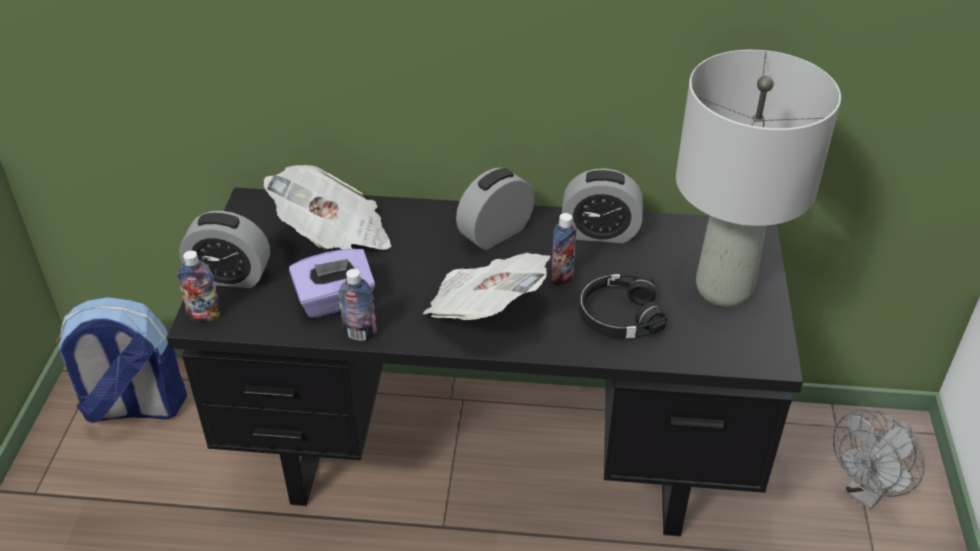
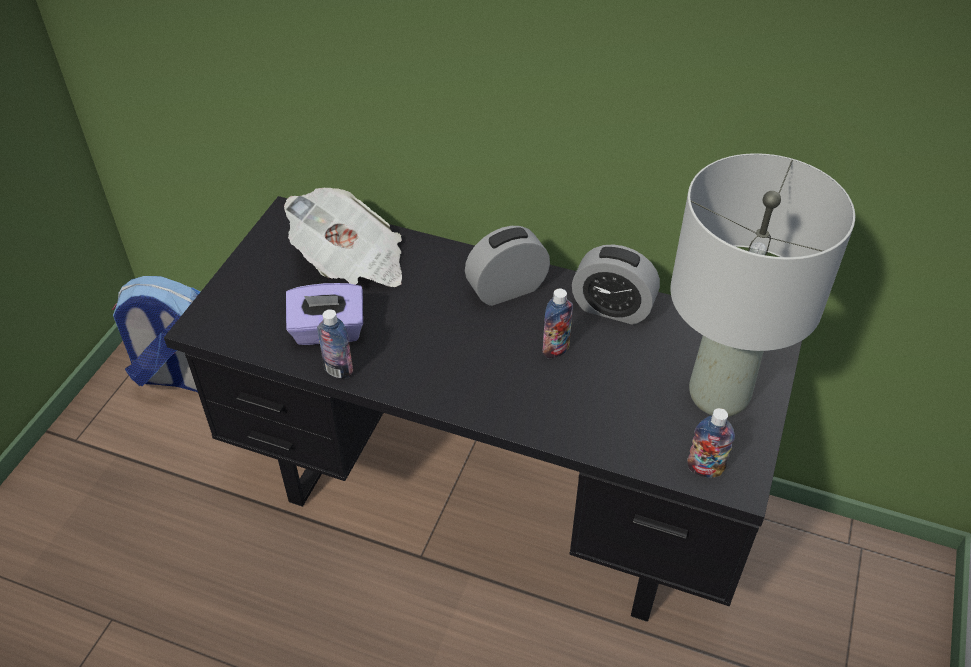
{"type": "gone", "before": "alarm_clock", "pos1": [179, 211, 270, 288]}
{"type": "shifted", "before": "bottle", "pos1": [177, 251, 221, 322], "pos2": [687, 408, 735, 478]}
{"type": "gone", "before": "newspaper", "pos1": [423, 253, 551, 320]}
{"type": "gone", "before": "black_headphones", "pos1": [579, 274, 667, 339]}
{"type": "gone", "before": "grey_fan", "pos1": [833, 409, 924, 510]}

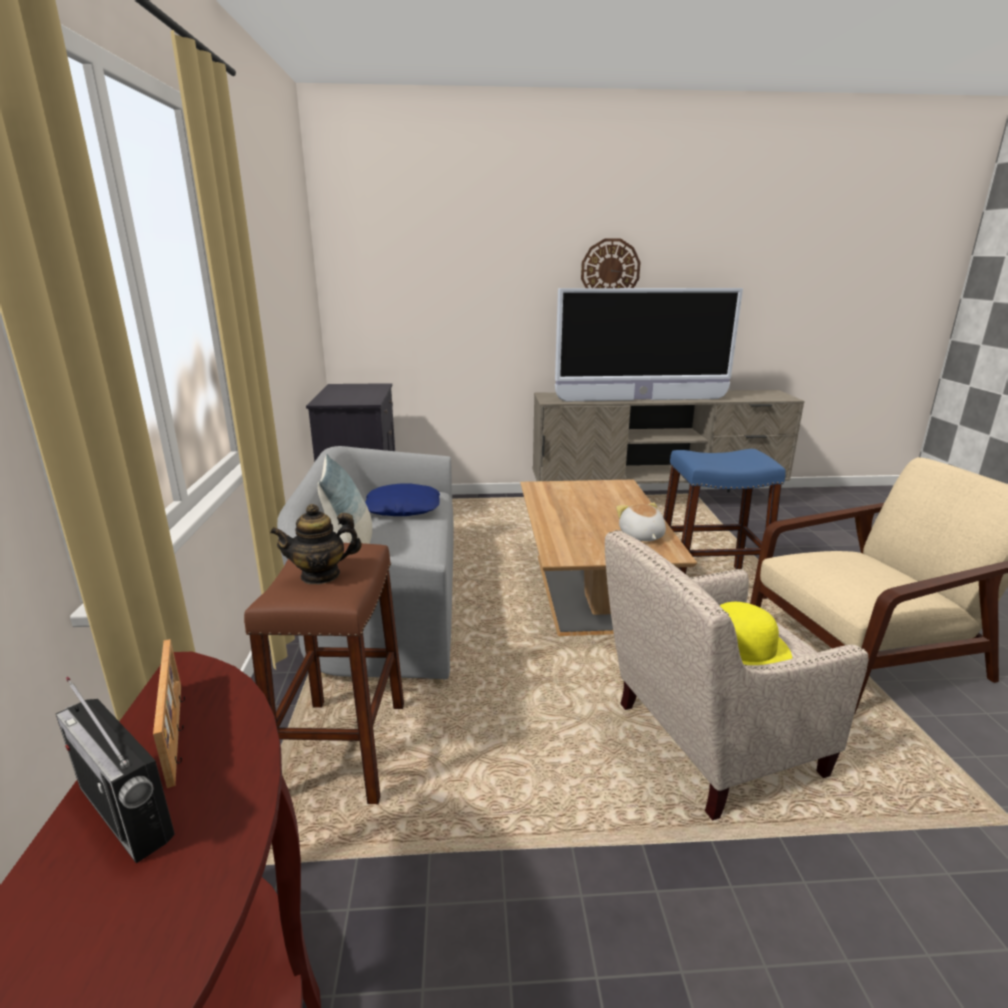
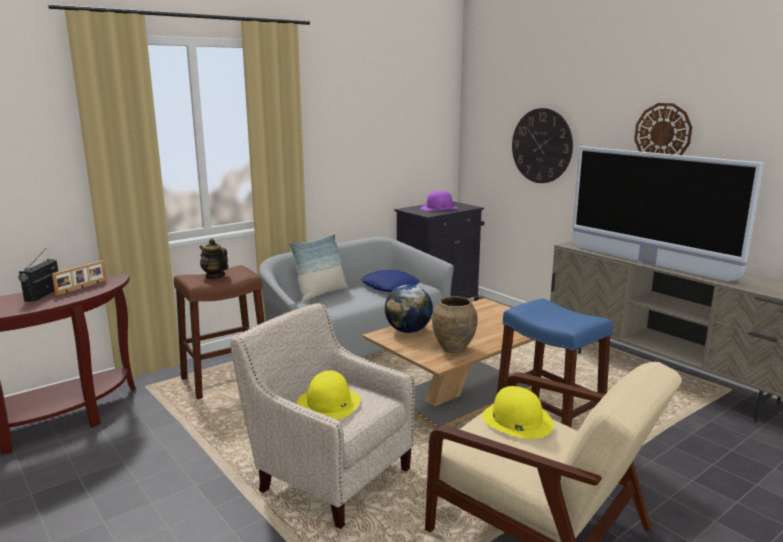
{"type": "swapped", "before": "plush_toy", "after": "brown_vase", "pos1": [616, 503, 666, 541], "pos2": [432, 296, 478, 353]}
{"type": "new", "after": "wall_clock", "pos2": [512, 108, 573, 183]}
{"type": "new", "after": "purple_hat", "pos2": [421, 191, 458, 211]}
{"type": "new", "after": "globe", "pos2": [385, 285, 433, 333]}
{"type": "new", "after": "yellow_hat", "pos2": [482, 386, 553, 439]}

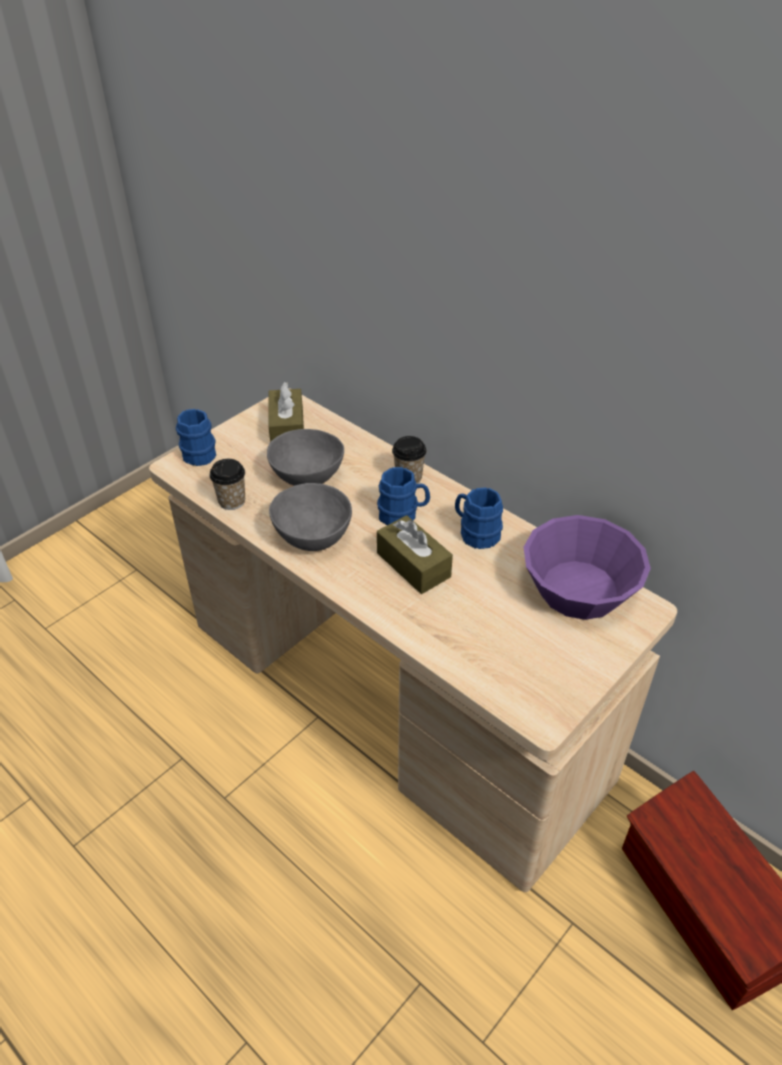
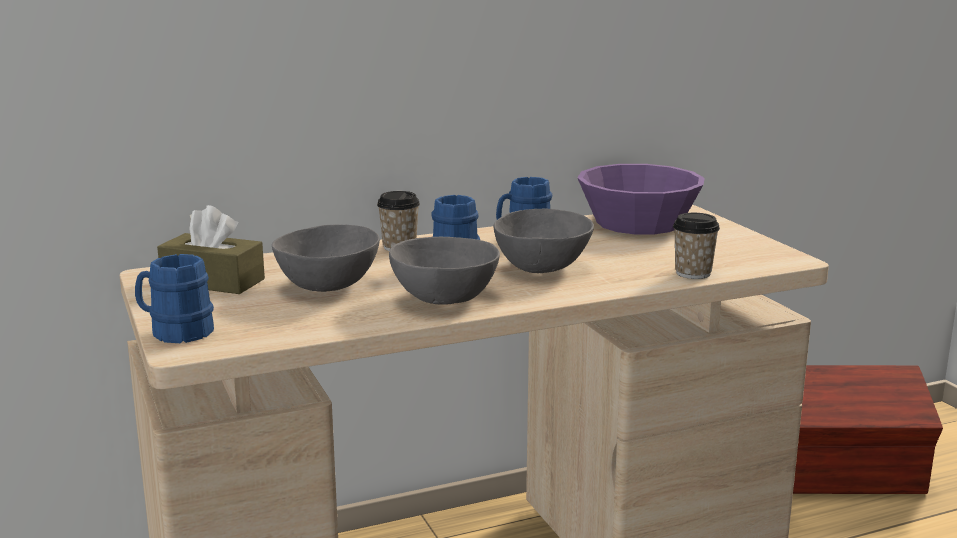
{"type": "shifted", "before": "cup", "pos1": [210, 459, 245, 510], "pos2": [673, 213, 720, 279]}
{"type": "swapped", "before": "brown_tissue_box", "after": "grey_bowl", "pos1": [377, 515, 453, 594], "pos2": [493, 208, 594, 273]}

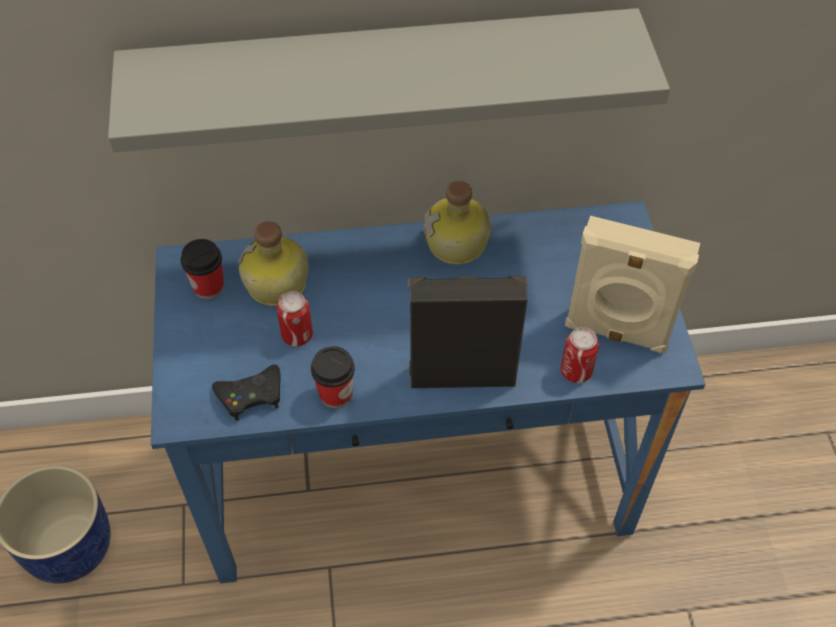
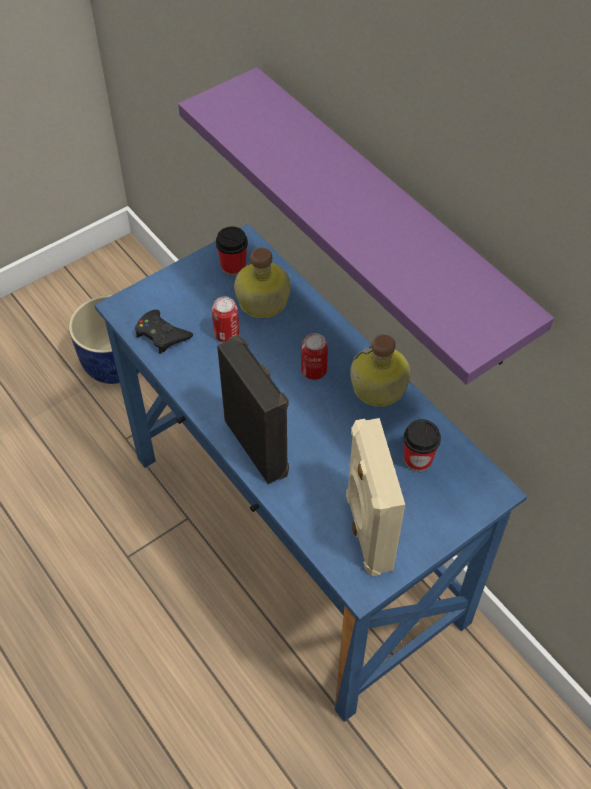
{"type": "repainted", "before": "grey_shelf", "after": "purple_shelf", "pos1": [108, 8, 670, 152], "pos2": [178, 67, 554, 385]}
{"type": "shifted", "before": "can", "pos1": [561, 327, 599, 383], "pos2": [301, 333, 328, 380]}
{"type": "shifted", "before": "cup", "pos1": [311, 346, 355, 409], "pos2": [404, 419, 441, 472]}

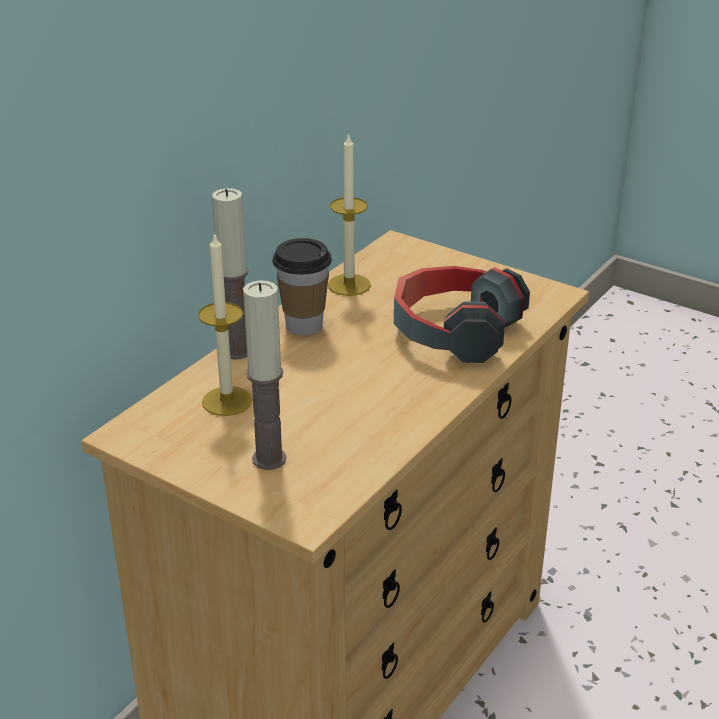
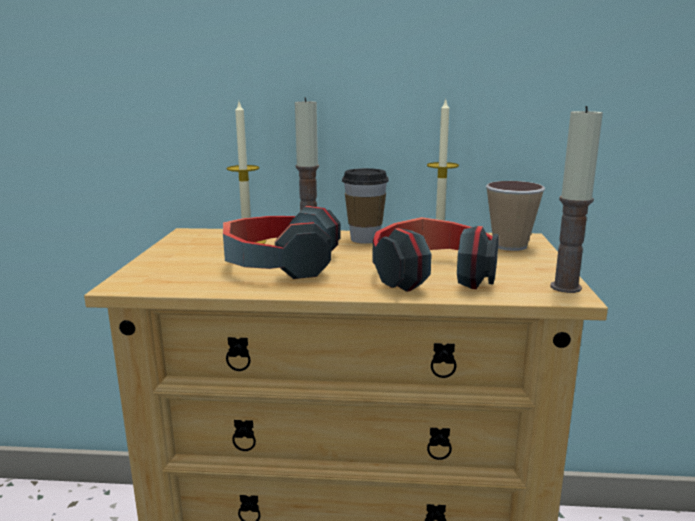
{"type": "shifted", "before": "candle", "pos1": [243, 280, 286, 470], "pos2": [550, 106, 603, 293]}
{"type": "new", "after": "cup", "pos2": [486, 181, 545, 251]}
{"type": "new", "after": "headphones", "pos2": [223, 206, 341, 279]}

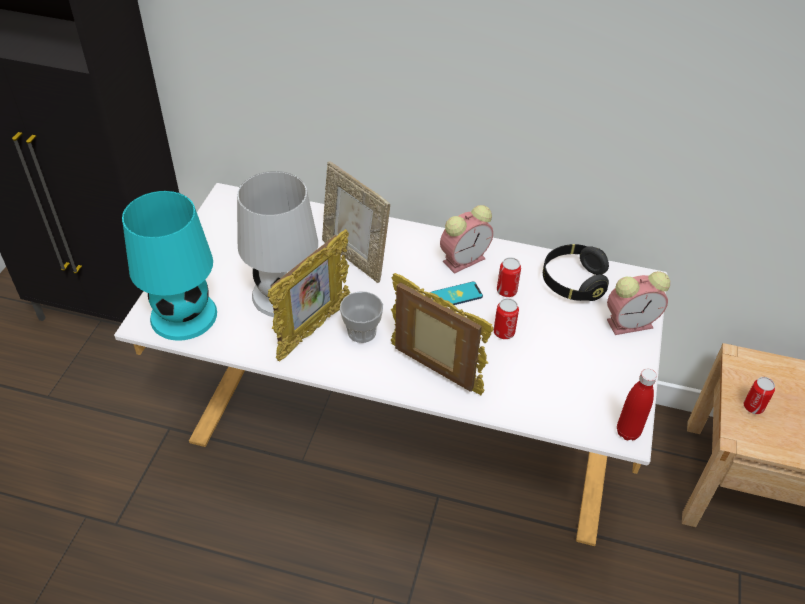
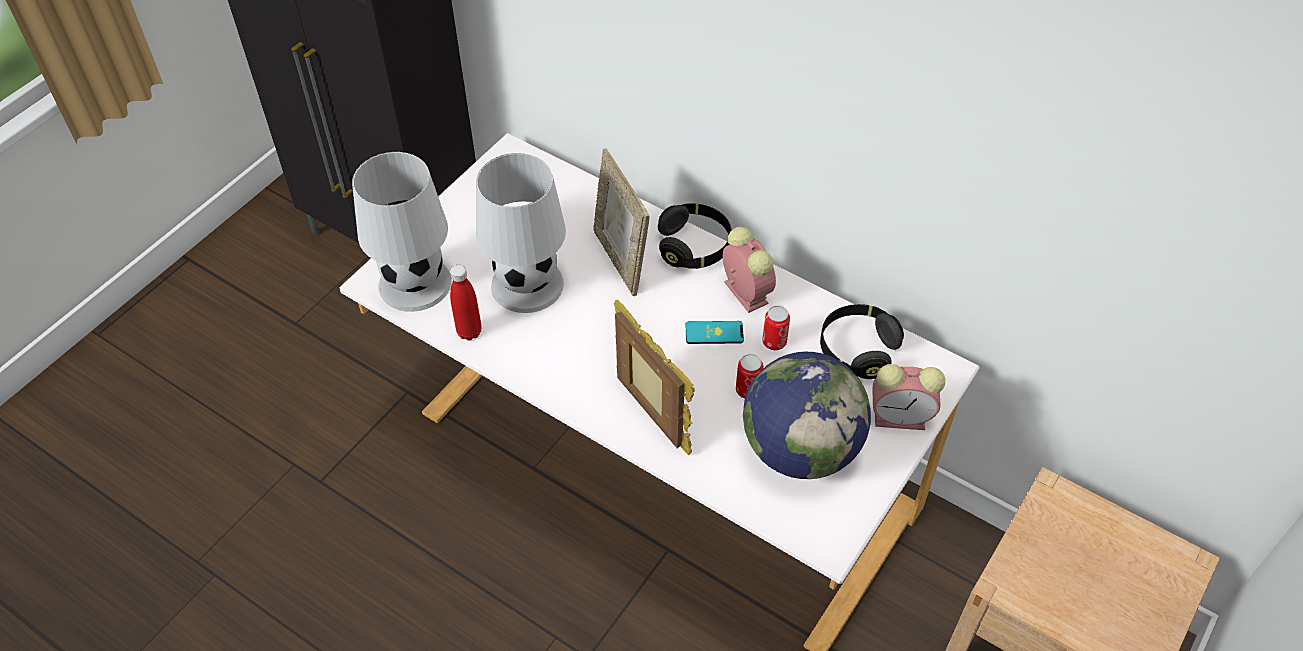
{"type": "repainted", "before": "turquoise_table_lamp", "after": "white_table_lamp", "pos1": [122, 191, 217, 341], "pos2": [352, 152, 452, 312]}
{"type": "rotated", "before": "alarm_clock", "pos1": [440, 205, 493, 274], "pos2": [723, 227, 776, 313], "turn": -105}
{"type": "gone", "before": "picture_frame", "pos1": [268, 229, 350, 361]}
{"type": "gone", "before": "cup", "pos1": [340, 291, 383, 343]}
{"type": "shifted", "before": "red_bottle", "pos1": [617, 369, 657, 440], "pos2": [450, 265, 482, 340]}
{"type": "gone", "before": "can", "pos1": [744, 377, 775, 414]}
{"type": "new", "after": "black_headphones", "pos2": [658, 203, 731, 269]}
{"type": "new", "after": "globe", "pos2": [743, 352, 871, 479]}

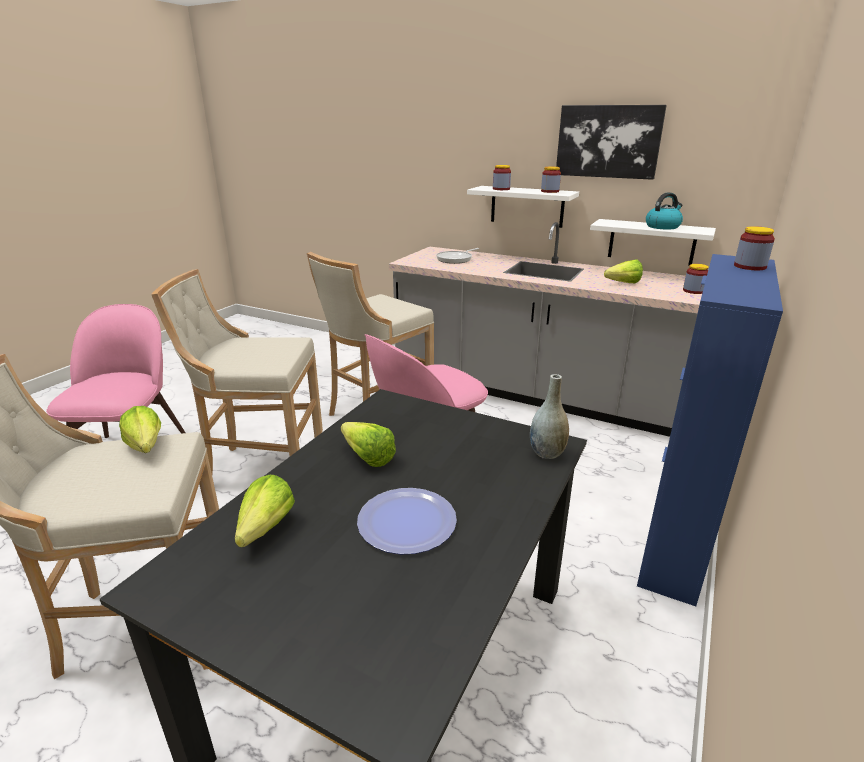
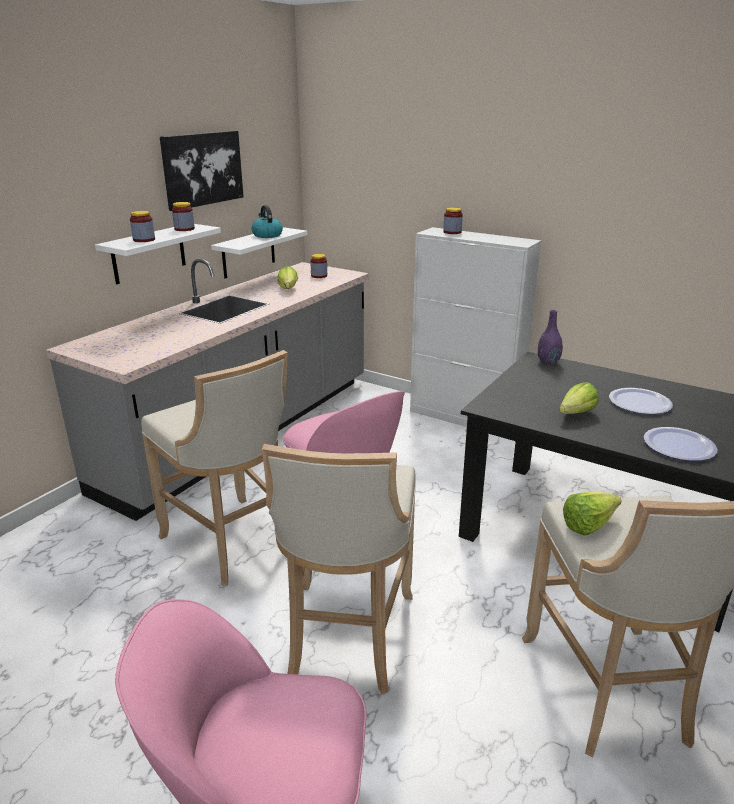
{"type": "gone", "before": "frying_pan", "pos1": [436, 248, 480, 264]}
{"type": "repainted", "before": "blue_cabinet", "after": "white_cabinet", "pos1": [637, 254, 783, 607], "pos2": [410, 227, 541, 427]}
{"type": "repainted", "before": "grey_vase", "after": "purple_vase", "pos1": [530, 374, 569, 459], "pos2": [538, 310, 563, 365]}
{"type": "swapped", "before": "lettuce", "after": "plate", "pos1": [235, 475, 295, 547], "pos2": [644, 427, 718, 461]}

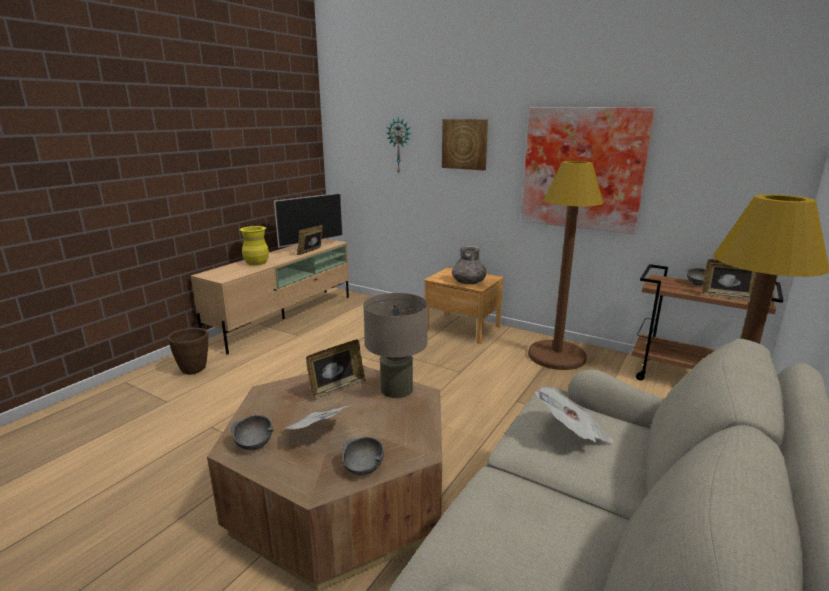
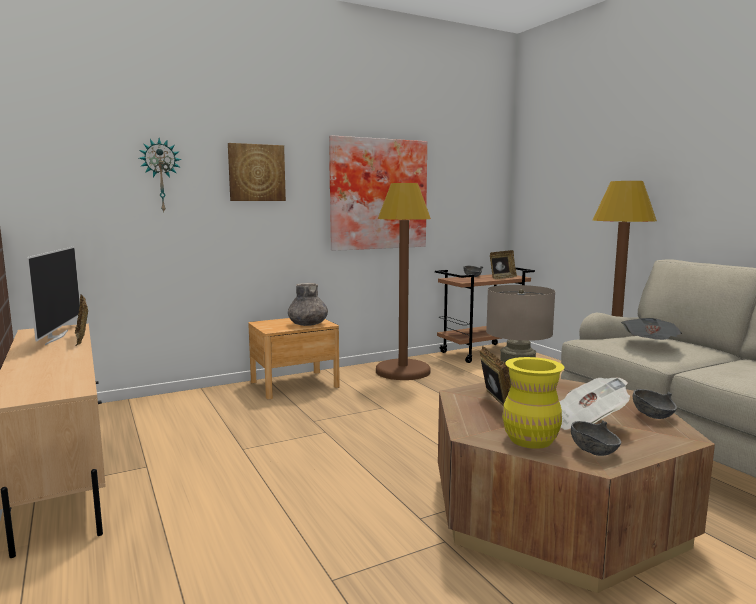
{"type": "shifted", "before": "yellow_vase", "pos1": [240, 226, 269, 266], "pos2": [502, 357, 564, 449]}
{"type": "gone", "before": "brown_planter", "pos1": [168, 328, 208, 375]}

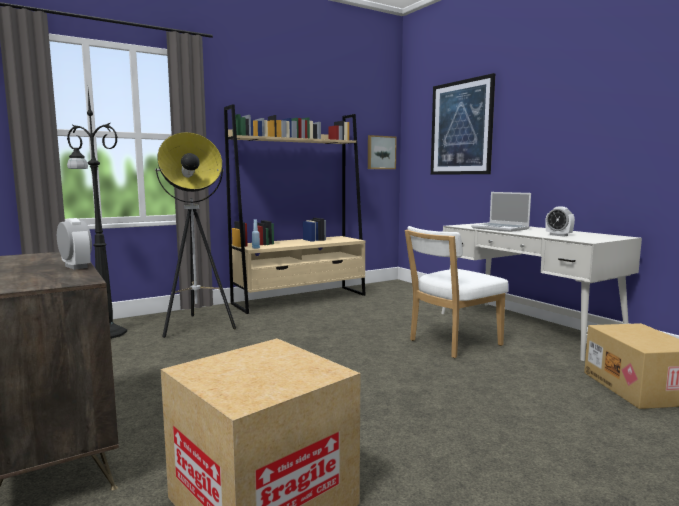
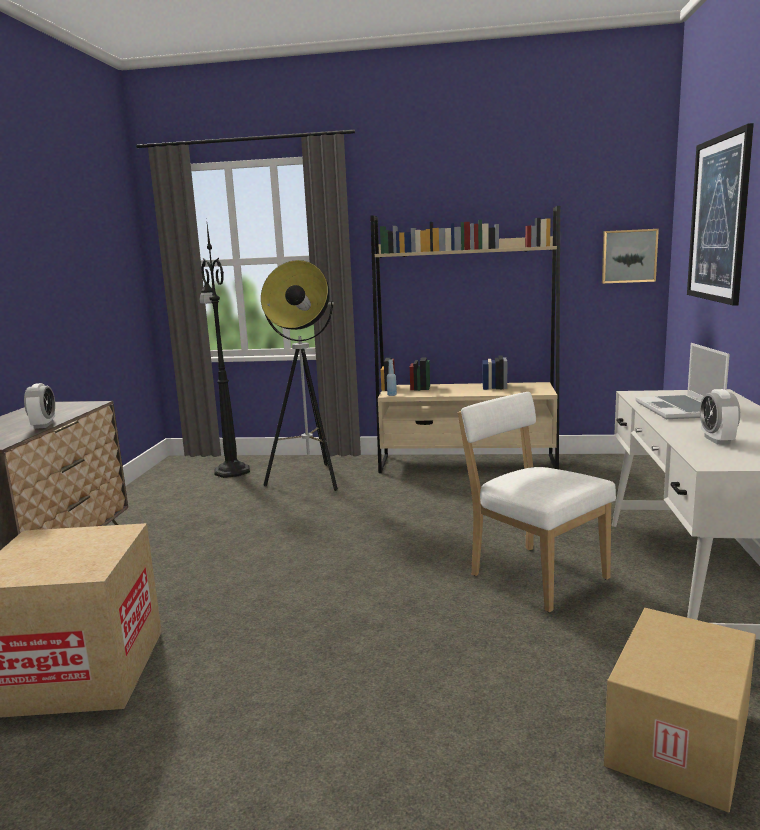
{"type": "rotated", "before": "white_chair", "pos1": [405, 226, 508, 358], "pos2": [458, 392, 616, 612], "turn": 45}

